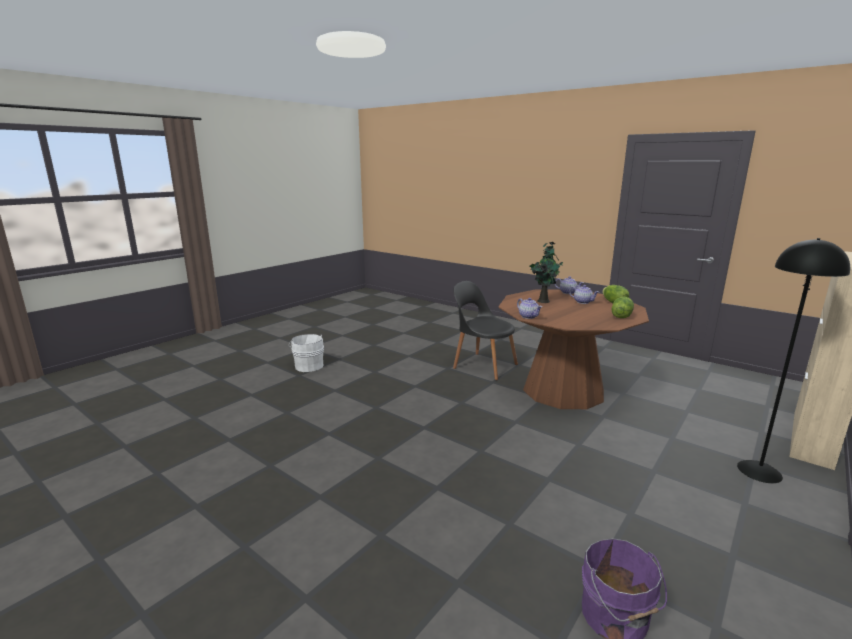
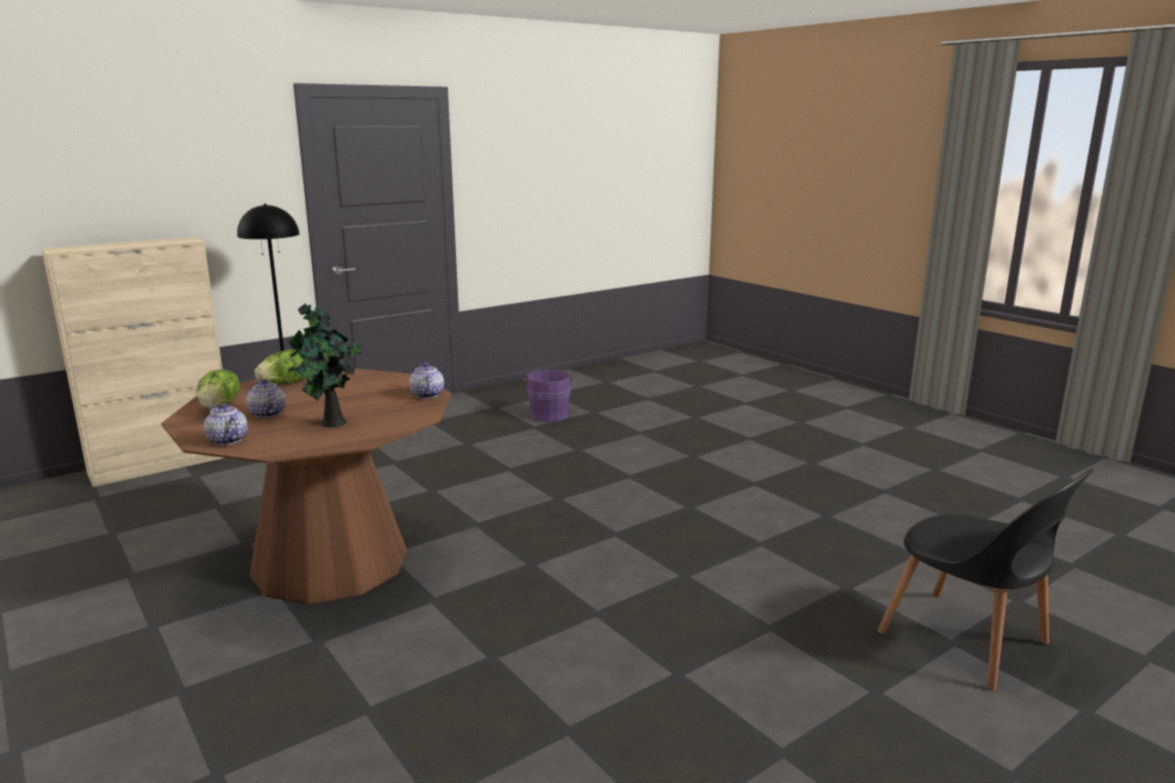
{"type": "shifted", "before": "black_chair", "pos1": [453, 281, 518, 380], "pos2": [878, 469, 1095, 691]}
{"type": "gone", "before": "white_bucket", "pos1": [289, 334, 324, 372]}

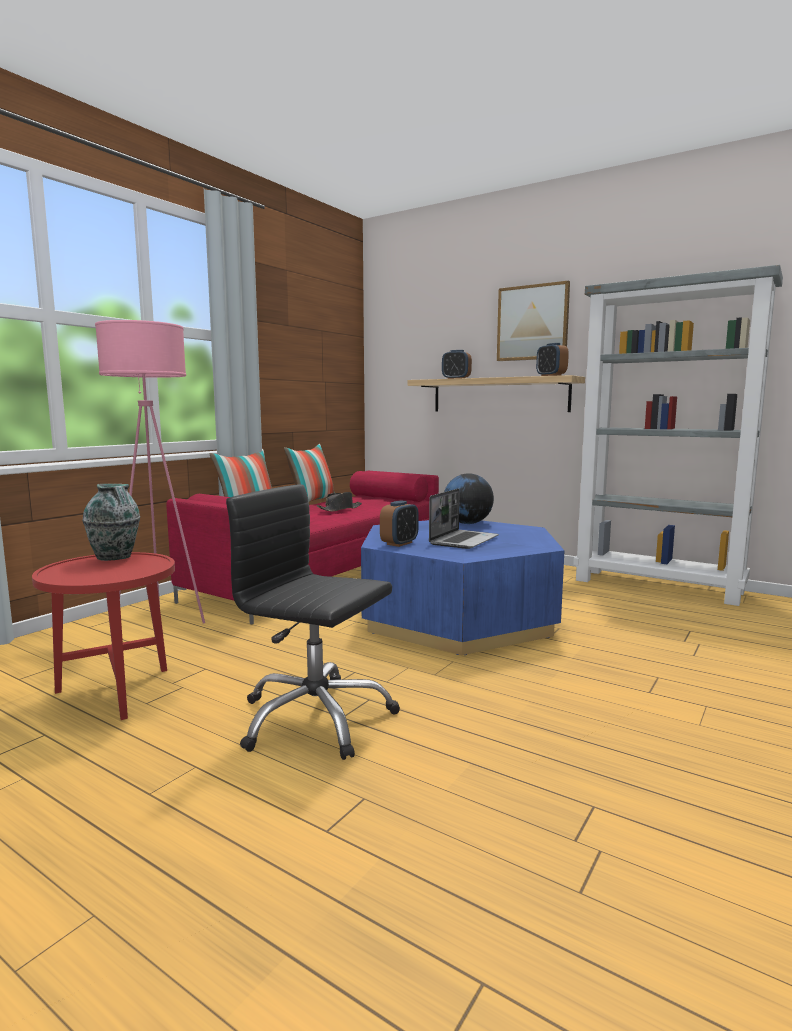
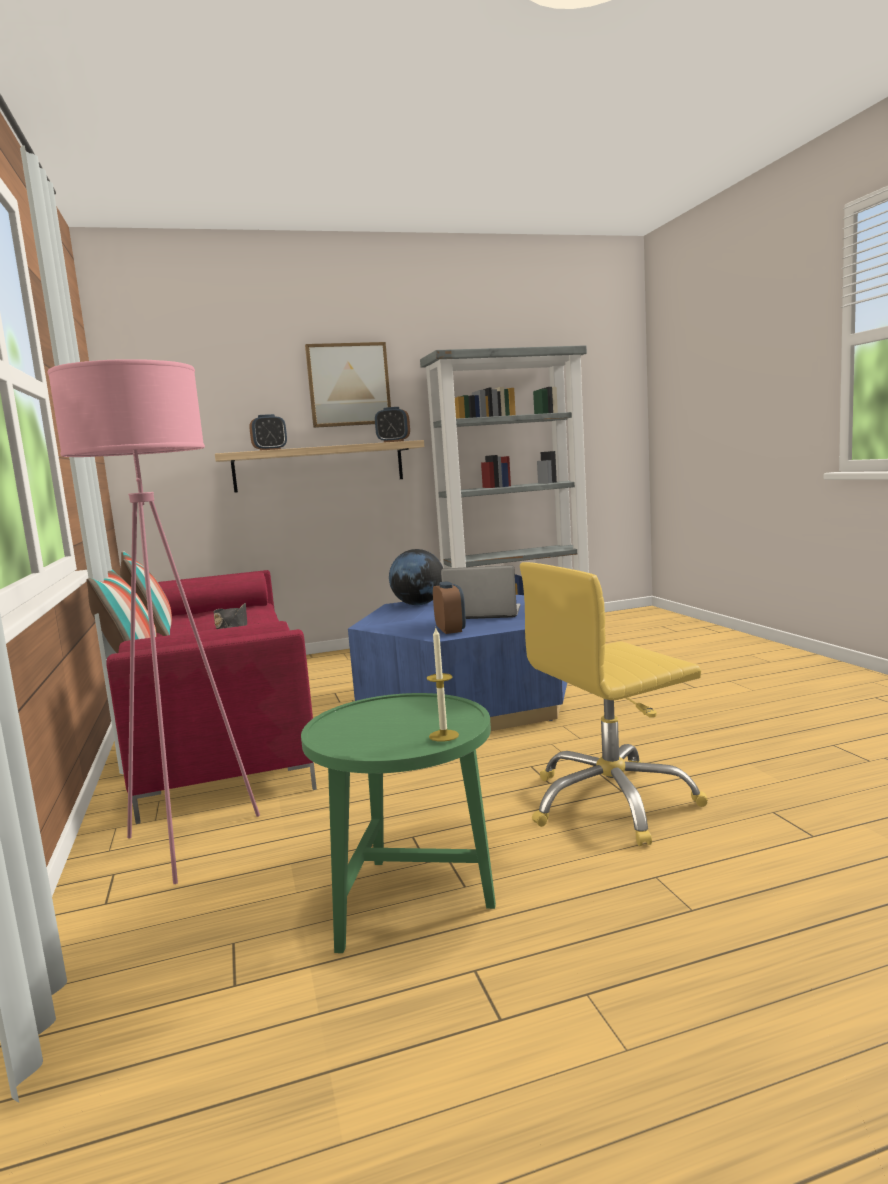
{"type": "gone", "before": "vase", "pos1": [82, 484, 140, 561]}
{"type": "repainted", "before": "black_office_chair", "after": "yellow_office_chair", "pos1": [226, 484, 400, 760], "pos2": [520, 562, 708, 846]}
{"type": "rotated", "before": "laptop", "pos1": [429, 488, 499, 549], "pos2": [441, 565, 521, 619], "turn": -60}
{"type": "repainted", "before": "red_side_table", "after": "green_side_table", "pos1": [32, 552, 175, 720], "pos2": [301, 693, 496, 953]}
{"type": "new", "after": "candle", "pos2": [427, 628, 459, 742]}

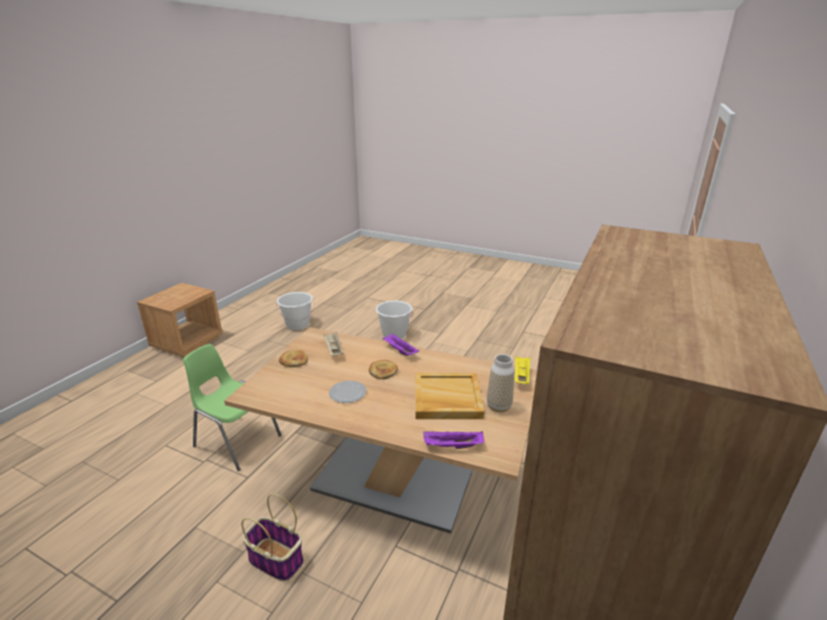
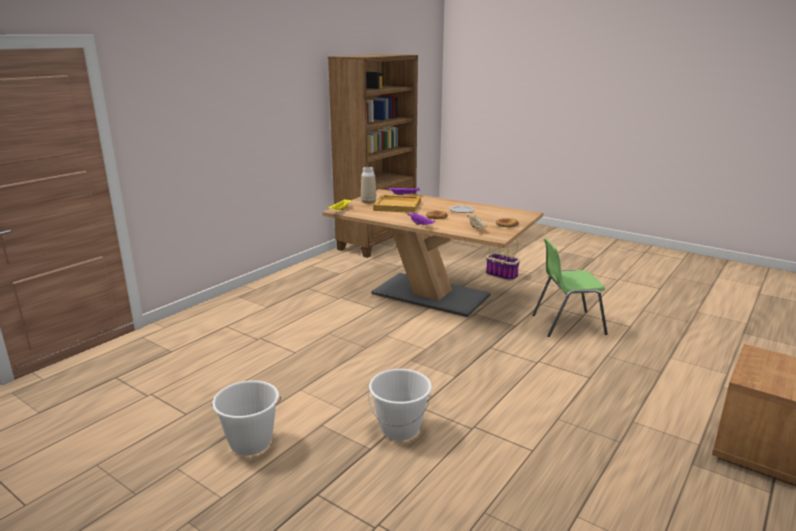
{"type": "shifted", "before": "white_bucket", "pos1": [276, 292, 314, 330], "pos2": [211, 381, 281, 455]}
{"type": "rotated", "before": "green_chair", "pos1": [183, 344, 281, 471], "pos2": [532, 238, 608, 337], "turn": 135}

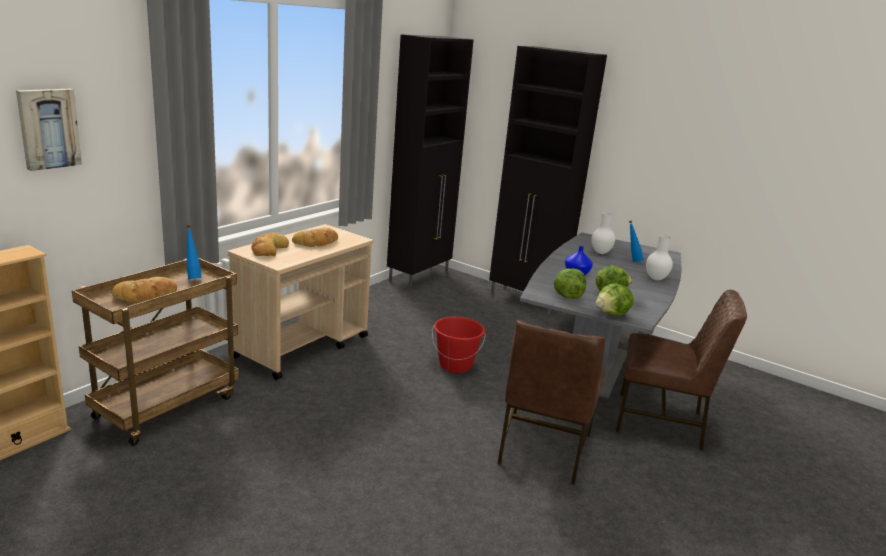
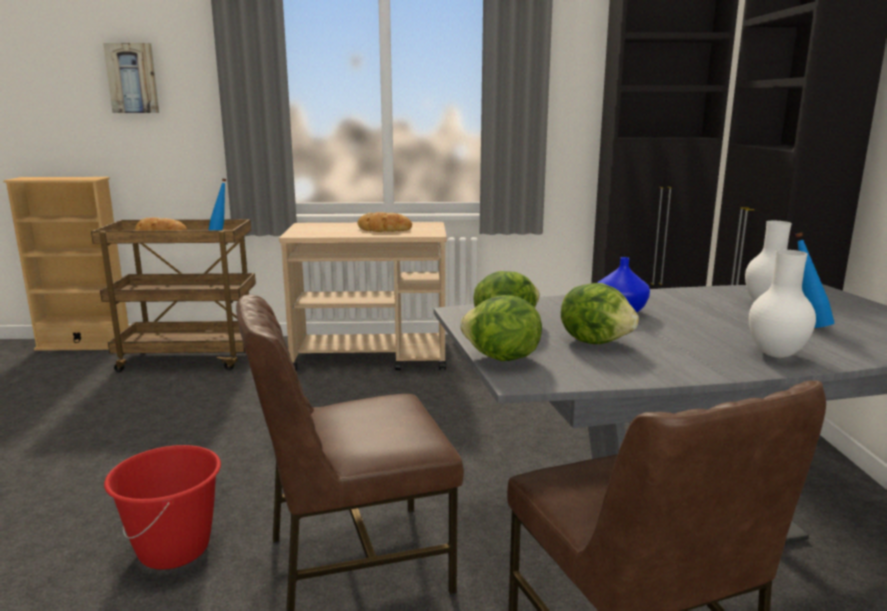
{"type": "gone", "before": "bread", "pos1": [251, 233, 289, 256]}
{"type": "shifted", "before": "red_bucket", "pos1": [432, 317, 486, 373], "pos2": [104, 445, 221, 570]}

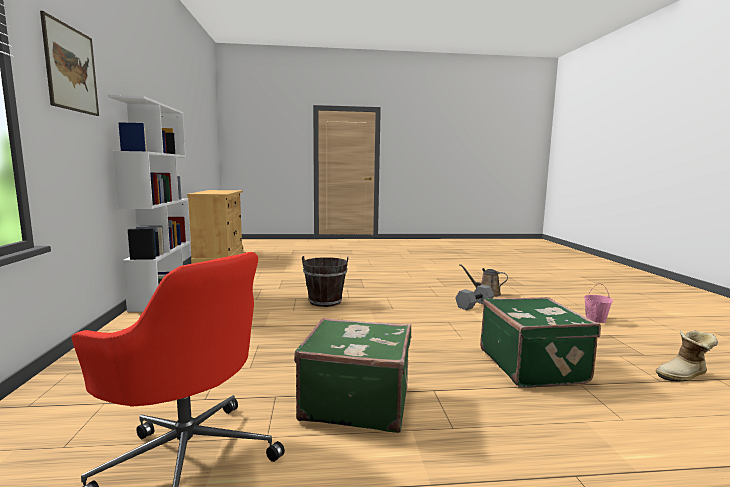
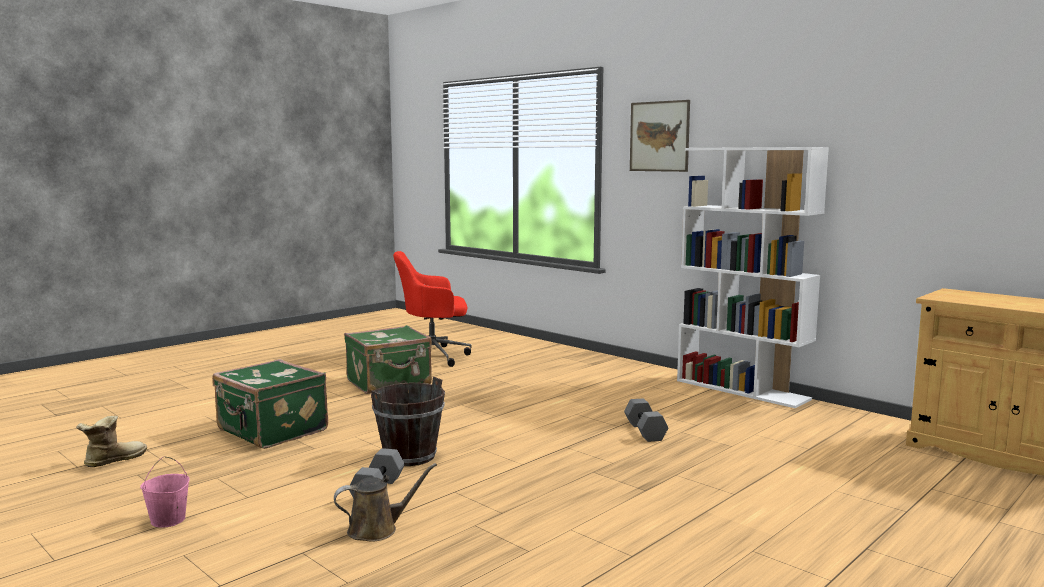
{"type": "shifted", "before": "brown_bucket", "pos1": [302, 256, 349, 307], "pos2": [371, 377, 445, 466]}
{"type": "new", "after": "grey_dumbbell", "pos2": [624, 399, 668, 442]}

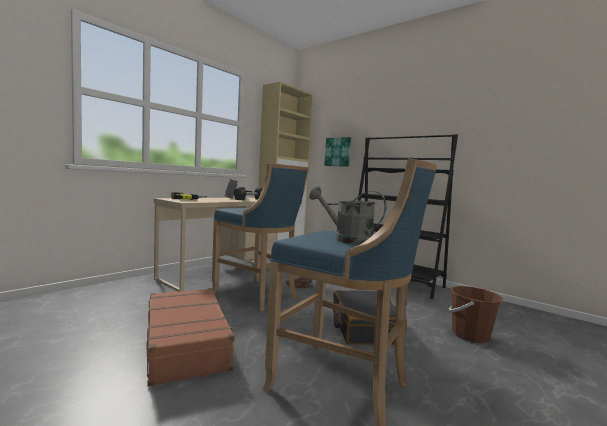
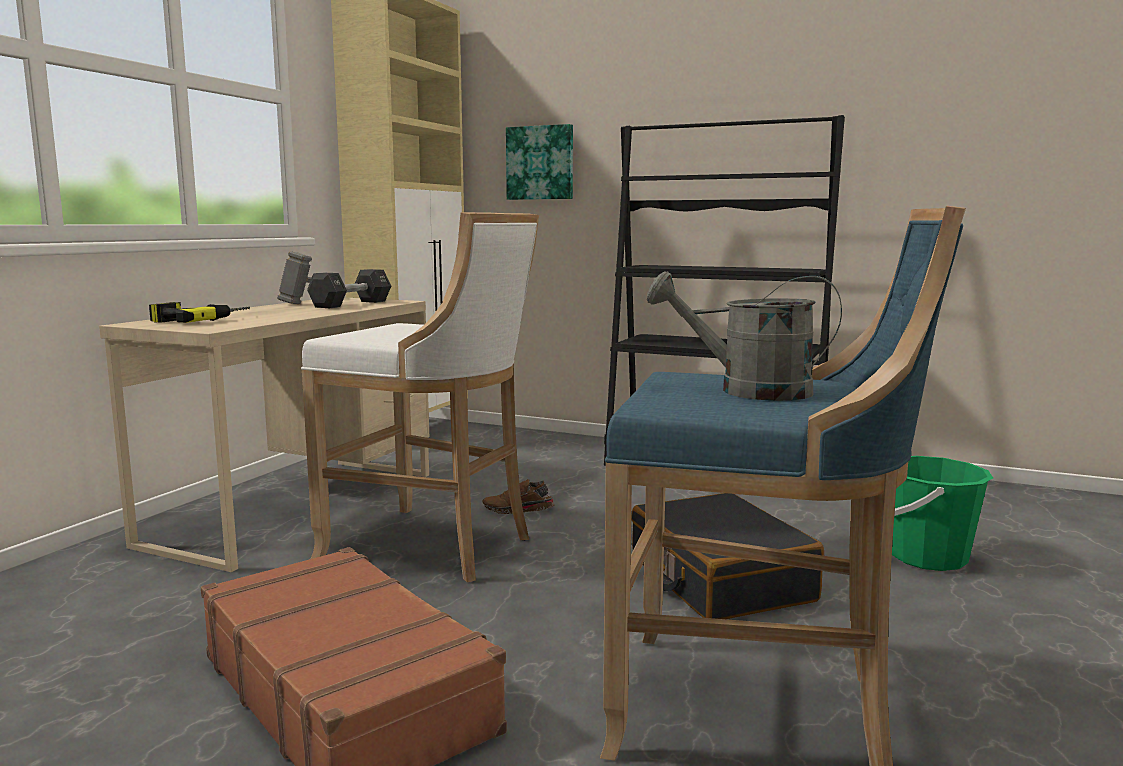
{"type": "repainted", "before": "blue_stool", "after": "white_stool", "pos1": [212, 163, 309, 311], "pos2": [301, 212, 539, 582]}
{"type": "repainted", "before": "brown_bucket", "after": "green_bucket", "pos1": [449, 286, 503, 343], "pos2": [892, 456, 993, 571]}

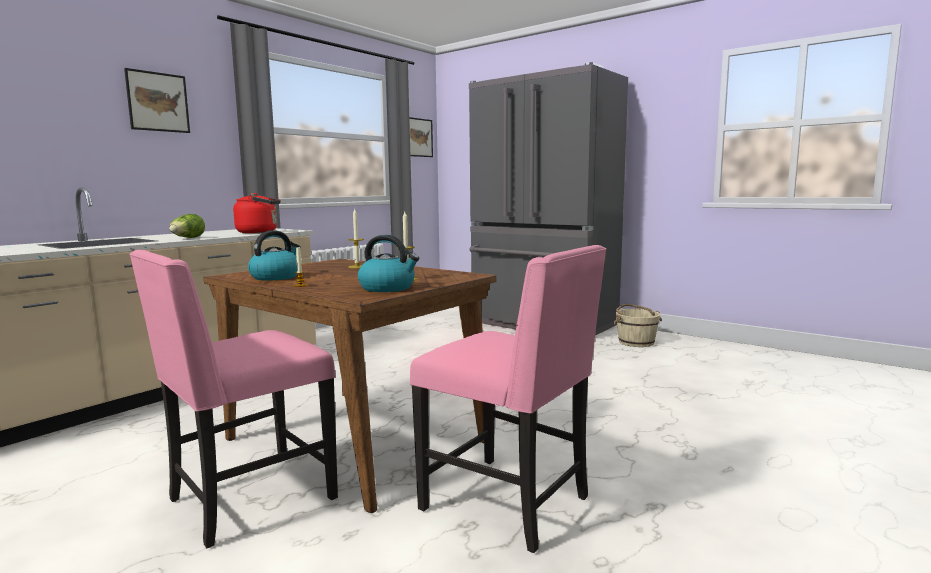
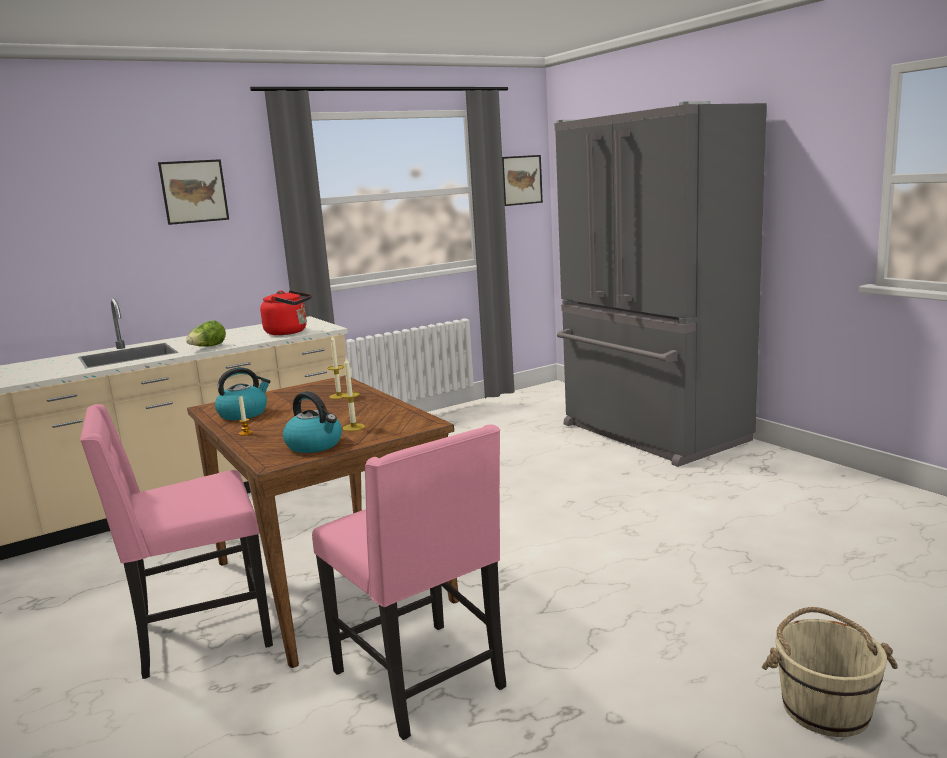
{"type": "shifted", "before": "beige_bucket", "pos1": [613, 304, 662, 347], "pos2": [762, 607, 898, 737]}

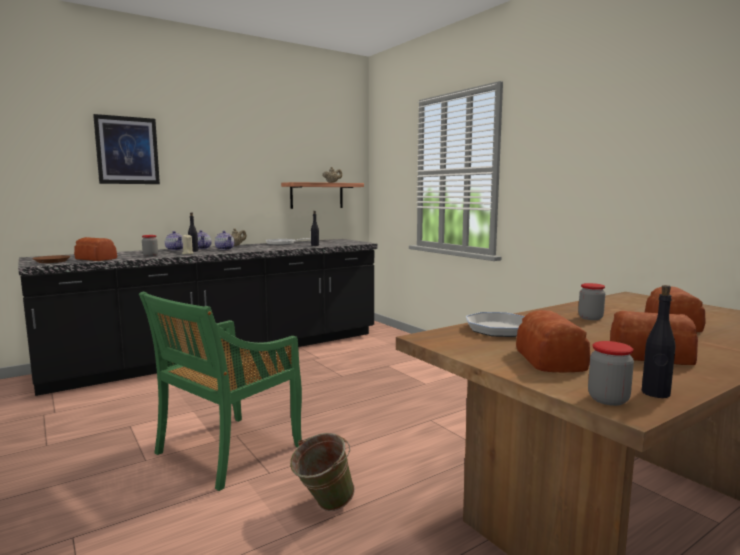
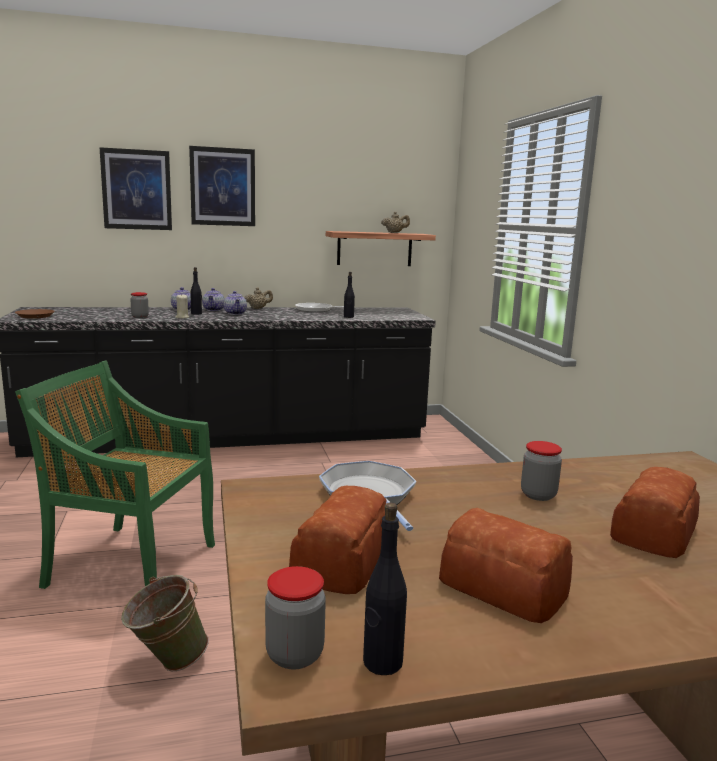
{"type": "gone", "before": "bread", "pos1": [74, 237, 117, 261]}
{"type": "rotated", "before": "green_chair", "pos1": [139, 292, 302, 491], "pos2": [15, 360, 215, 589], "turn": 45}
{"type": "new", "after": "picture", "pos2": [189, 146, 255, 226]}

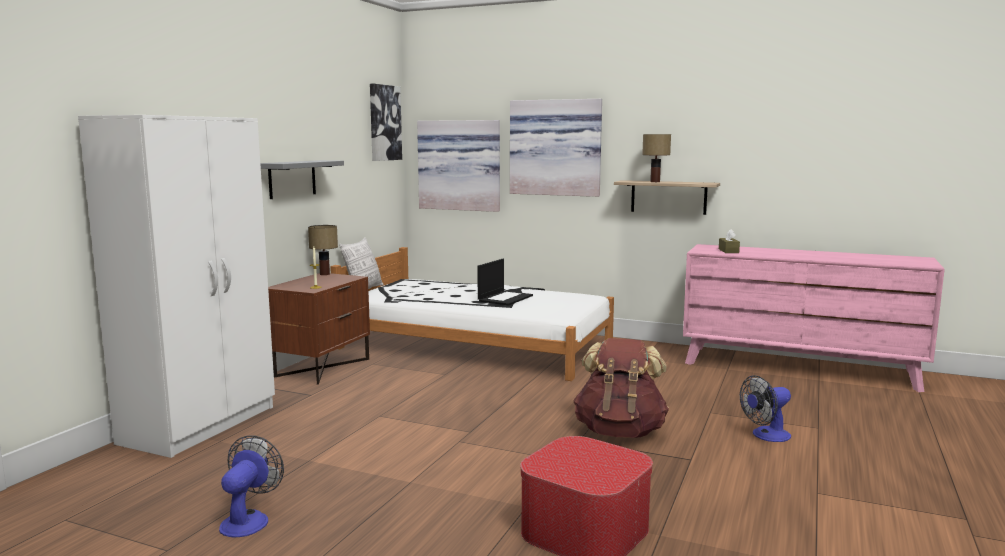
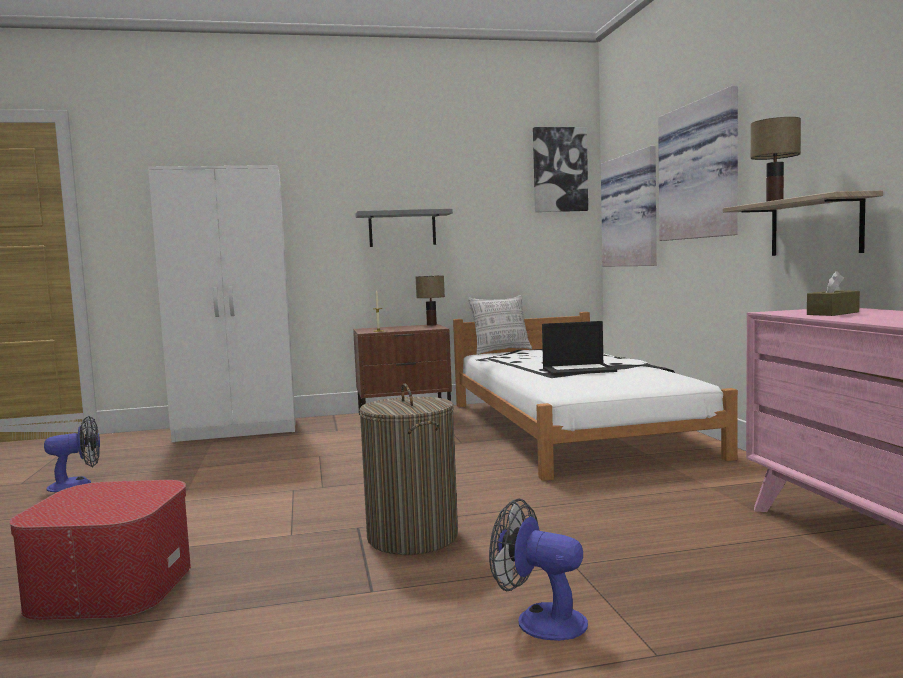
{"type": "swapped", "before": "brown_backpack", "after": "laundry_basket", "pos1": [573, 338, 669, 438], "pos2": [359, 383, 458, 555]}

